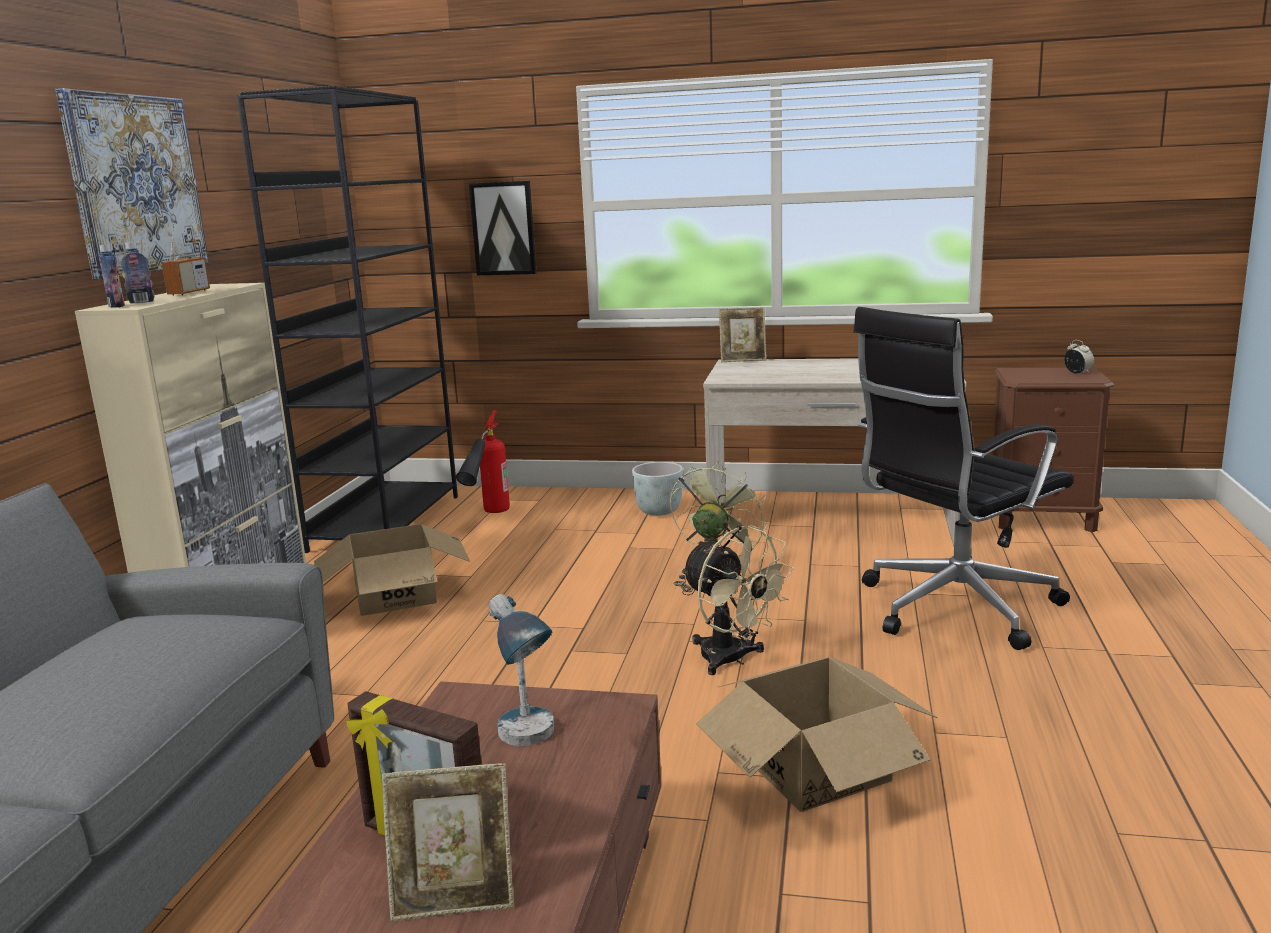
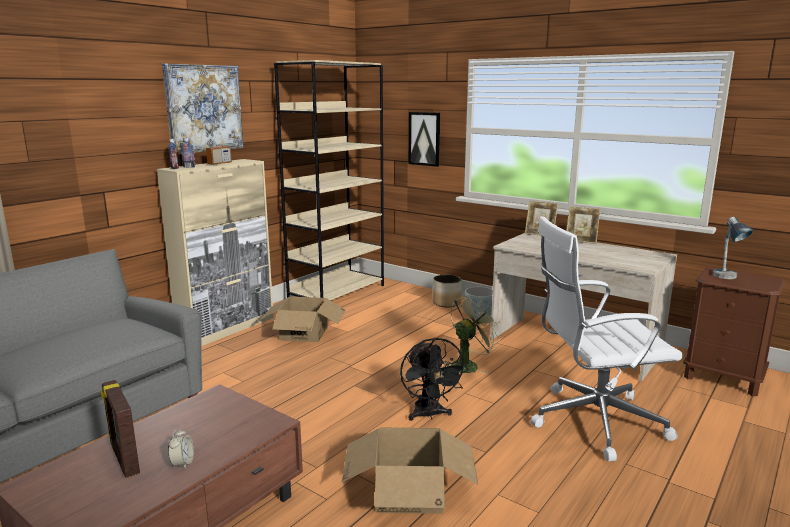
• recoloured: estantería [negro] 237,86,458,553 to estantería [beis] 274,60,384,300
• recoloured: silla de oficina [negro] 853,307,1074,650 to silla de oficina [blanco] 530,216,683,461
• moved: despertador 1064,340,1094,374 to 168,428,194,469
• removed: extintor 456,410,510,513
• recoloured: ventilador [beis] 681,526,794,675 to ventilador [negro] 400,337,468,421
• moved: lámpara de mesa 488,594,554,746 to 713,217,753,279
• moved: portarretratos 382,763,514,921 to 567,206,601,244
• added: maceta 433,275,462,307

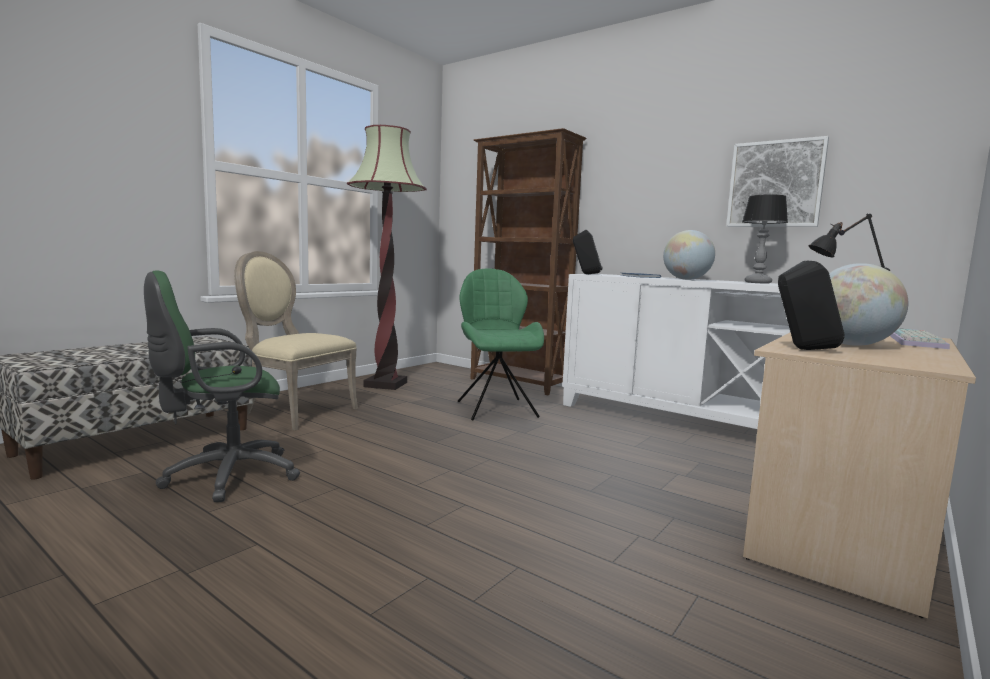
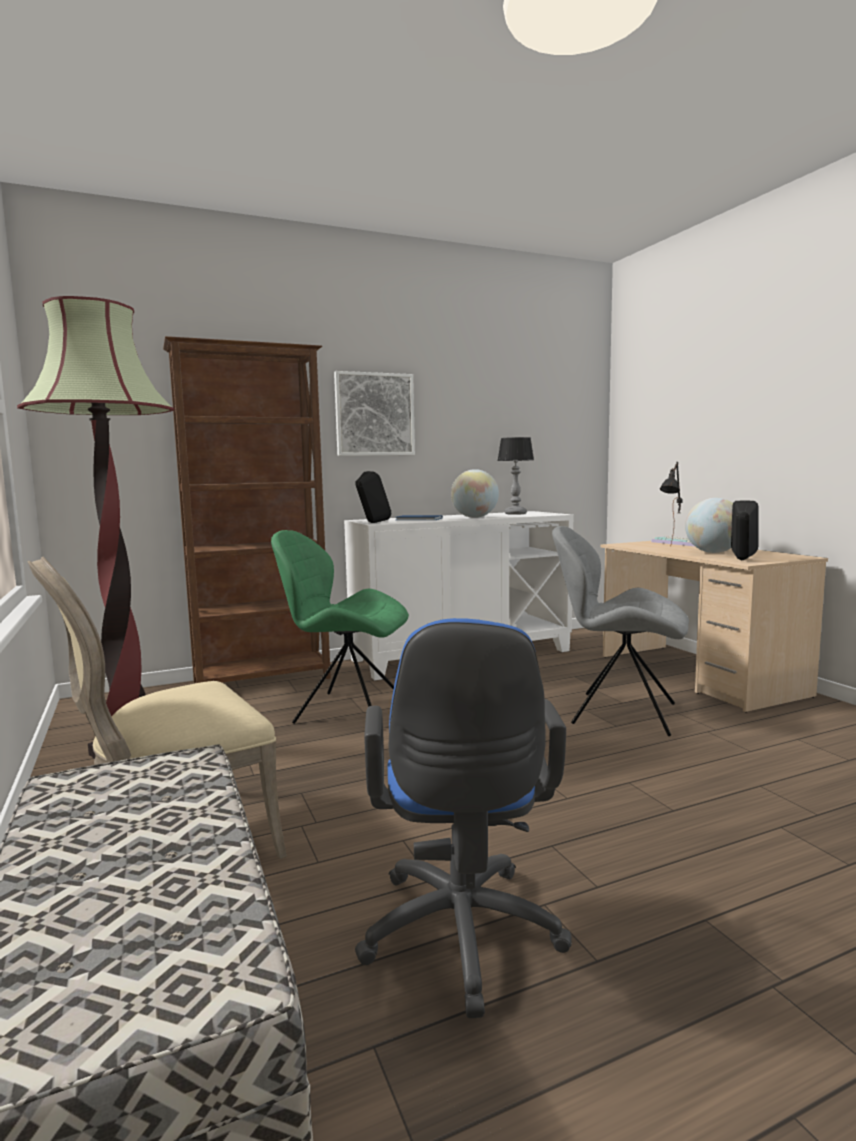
• moved: cuadro 726,136,829,227 to 334,371,415,456
• recoloured: silla de oficina [verde] 144,270,300,502 to silla de oficina [azul] 355,618,572,1018
• added: silla [gris] 552,526,689,736

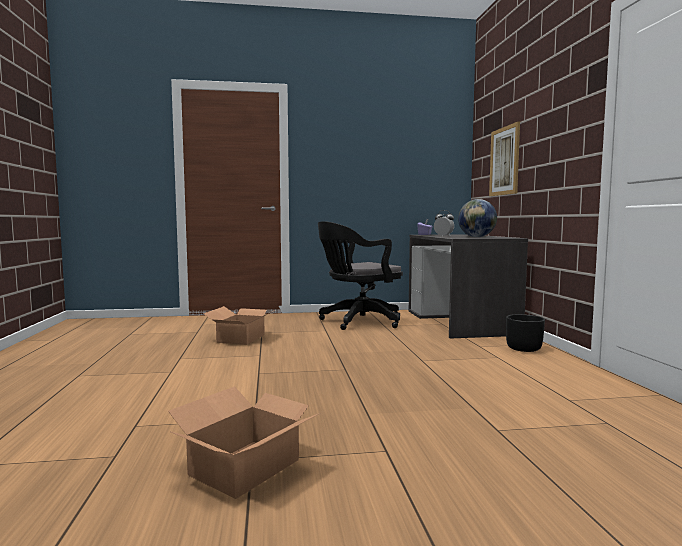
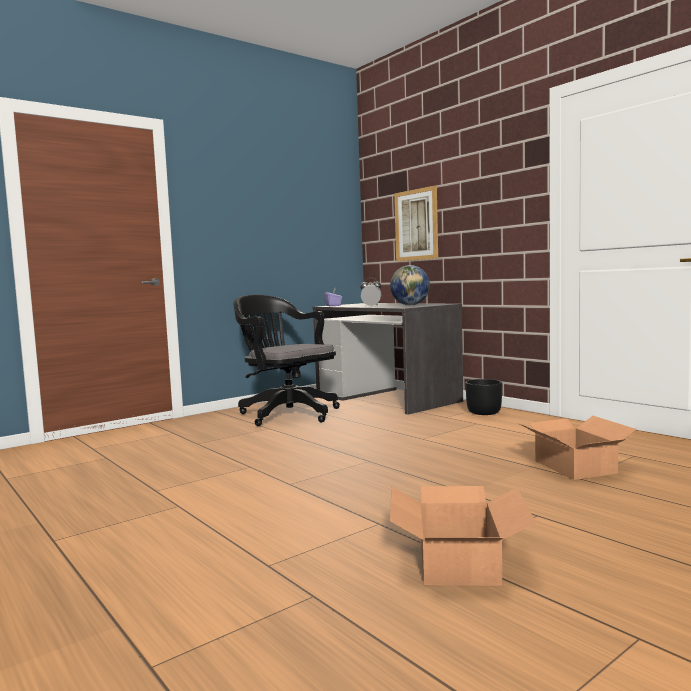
• turned: silla de oficina [negro] 318,221,403,330 = 234,295,340,426 105 degrees clockwise
• moved: caja de cartón 204,306,277,345 to 518,416,636,480

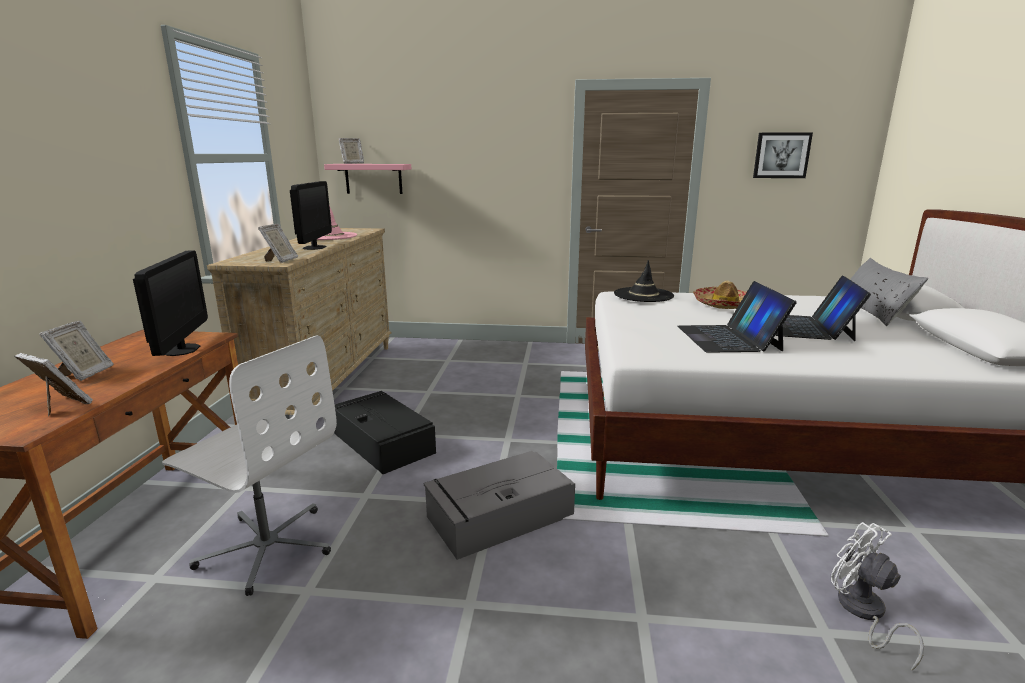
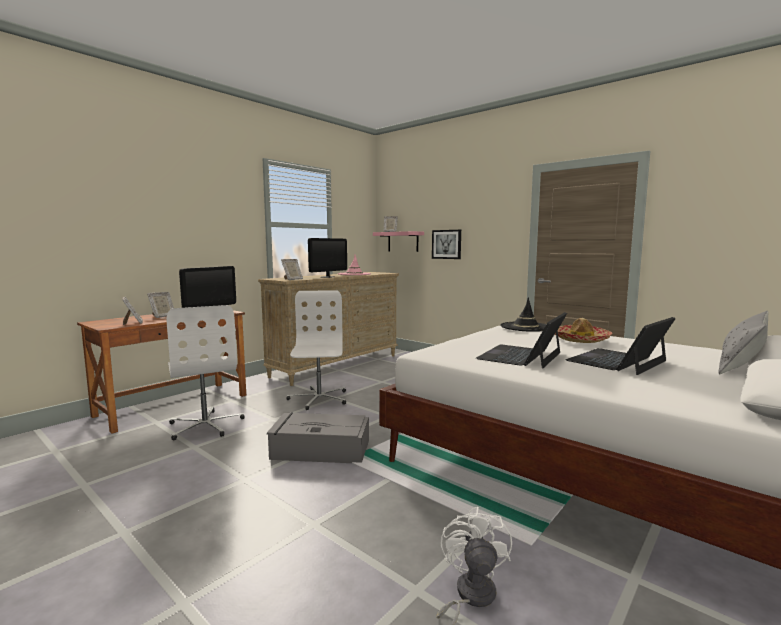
• moved: cuadro 753,132,813,178 to 432,230,461,259
• replaced: caja de almacenaje [negro] 334,391,436,474 to silla de oficina [blanco] 286,290,346,410

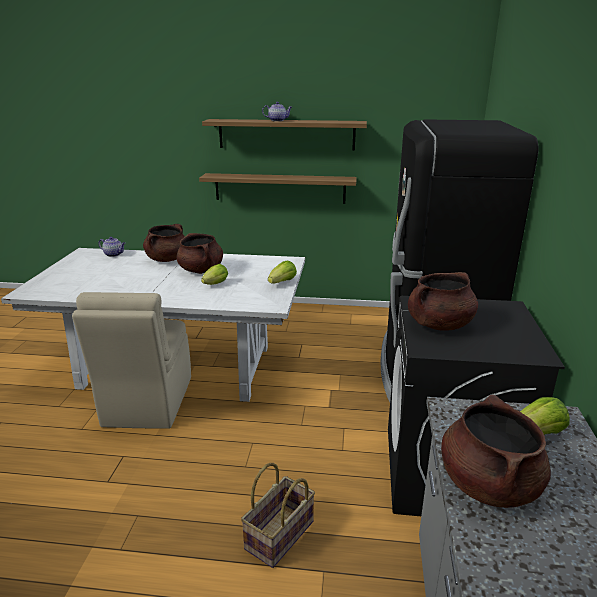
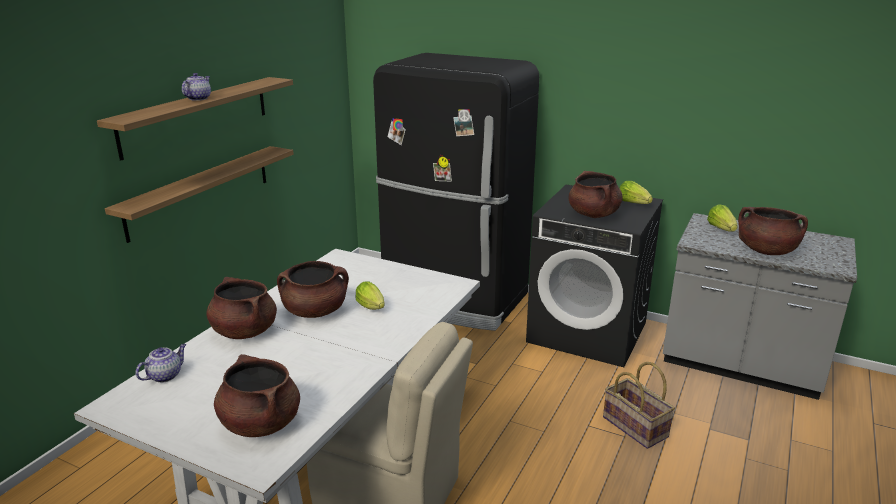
• moved: lechuga 268,261,297,284 to 620,181,653,204
• added: olla [marrón] 214,354,300,437

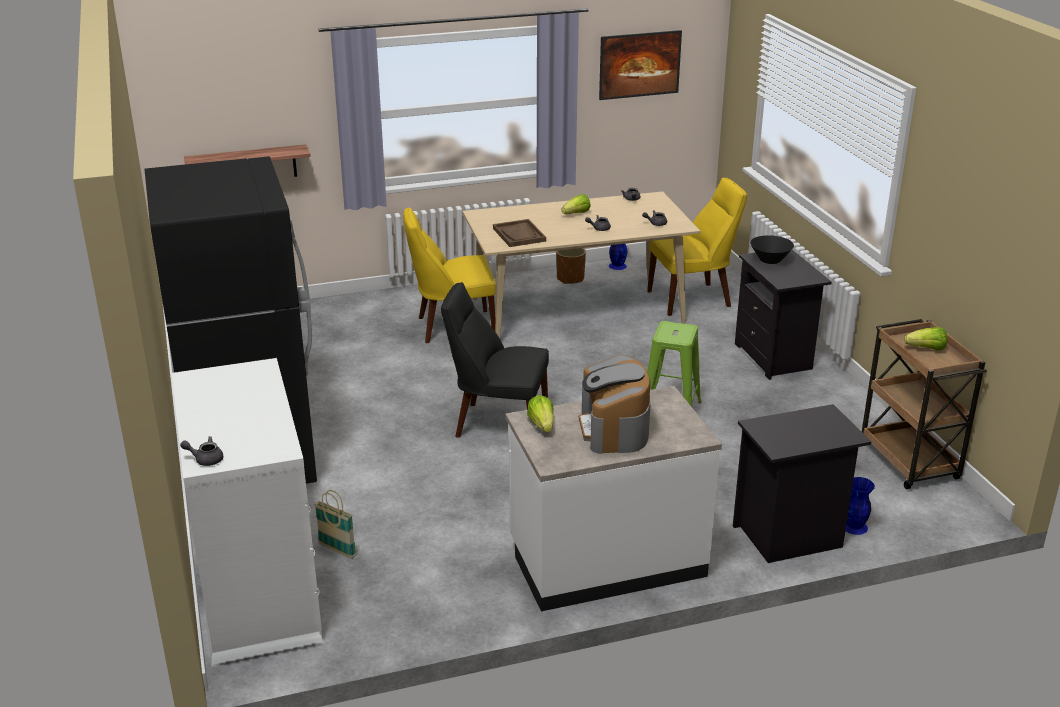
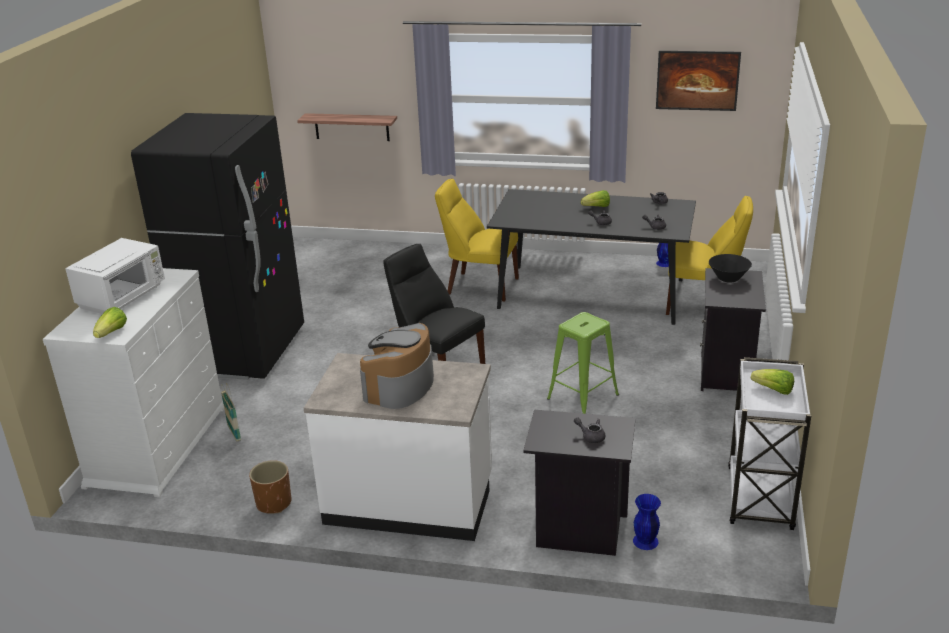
• recoloured: mesa de comedor [beis] 462,191,701,338 to mesa de comedor [negro] 487,189,696,325
• removed: bandeja [marrón] 493,219,546,247
• moved: maceta [marrón] 556,248,586,284 to 249,460,291,514
• recoloured: carrito [marrón] 862,319,987,489 to carrito [blanco] 728,357,811,530
• moved: lechuga 527,395,554,432 to 93,307,127,338
• moved: tetera [gris] 180,436,223,466 to 574,417,605,443
• added: microondas [blanco] 65,238,165,314

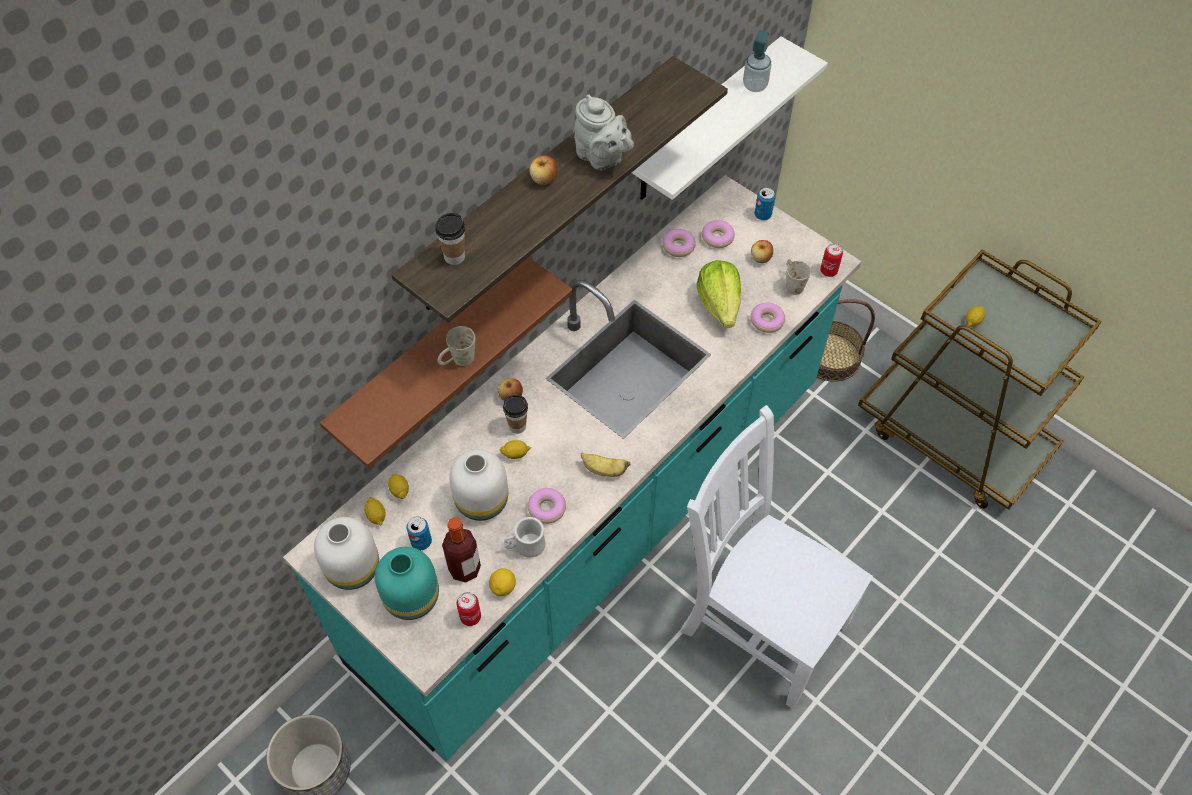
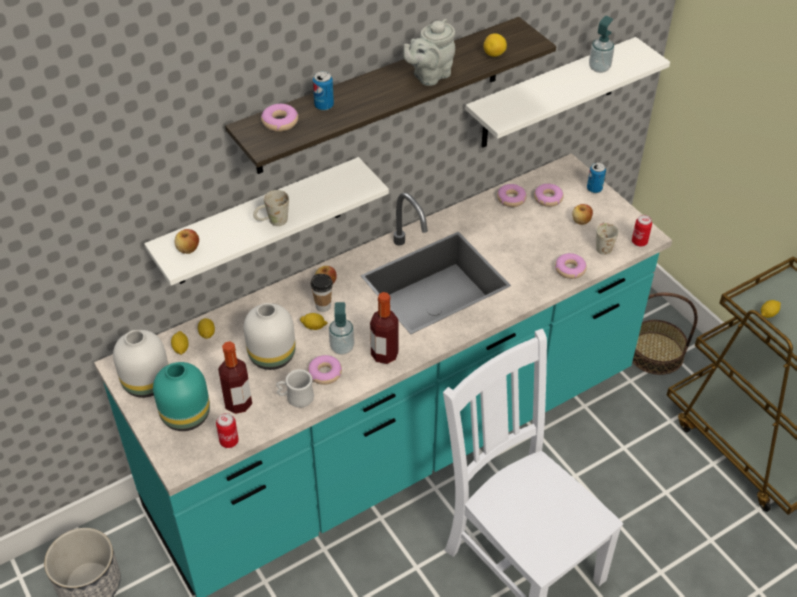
• turned: tetera [gris] 574,94,634,170 = 404,19,455,86 75 degrees clockwise
• moved: manzana 529,156,557,185 to 175,229,199,254
• replaced: taza 435,213,465,265 to rosquilla 261,104,298,132
• recoloured: estante [marrón] 320,257,573,469 to estante [blanco] 144,157,389,286
• removed: lechuga 697,260,741,328
• replaced: plátano 581,453,630,477 to botella 370,292,399,364
• moved: lata 406,516,432,550 to 313,71,334,111
• moved: limón 489,568,516,596 to 484,33,507,57
• added: dispensador de jabón 329,302,354,355

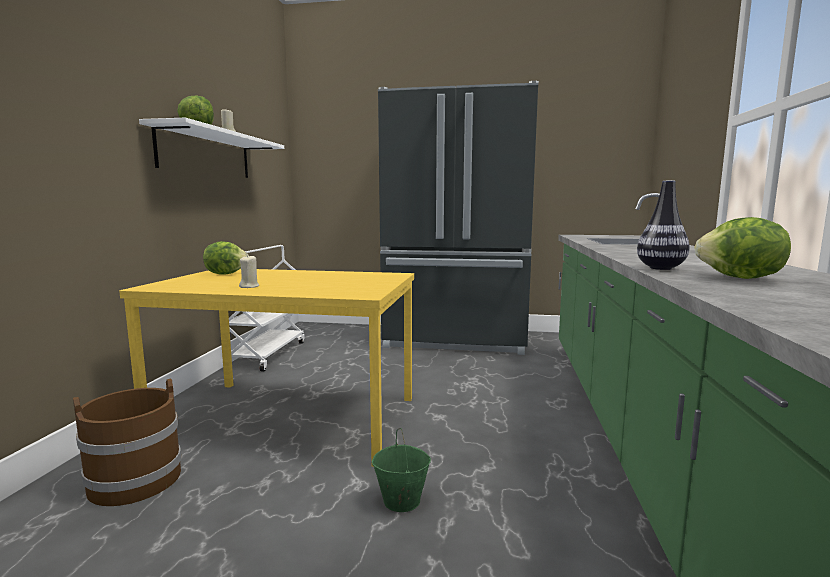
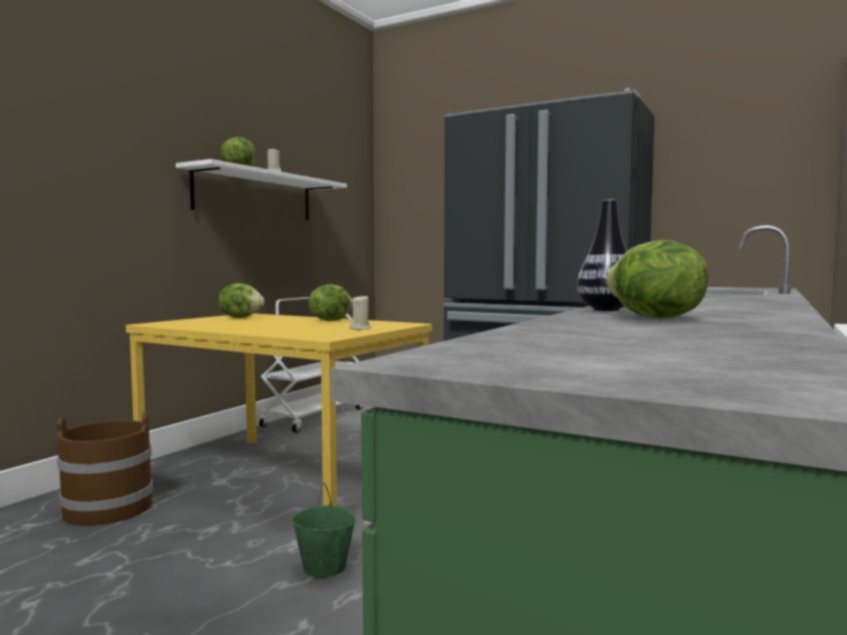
• moved: vela [beis] 239,255,259,288 to 350,294,371,330
• added: lechuga 309,284,353,321

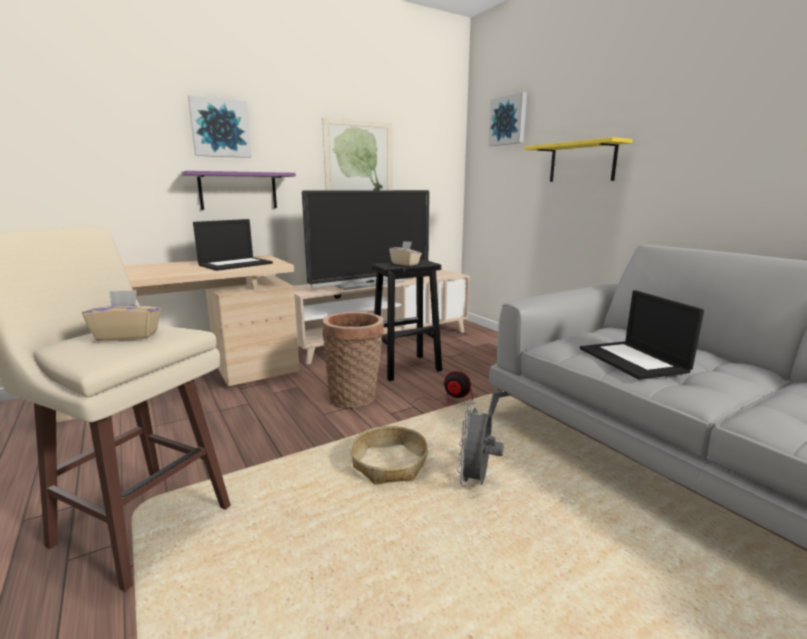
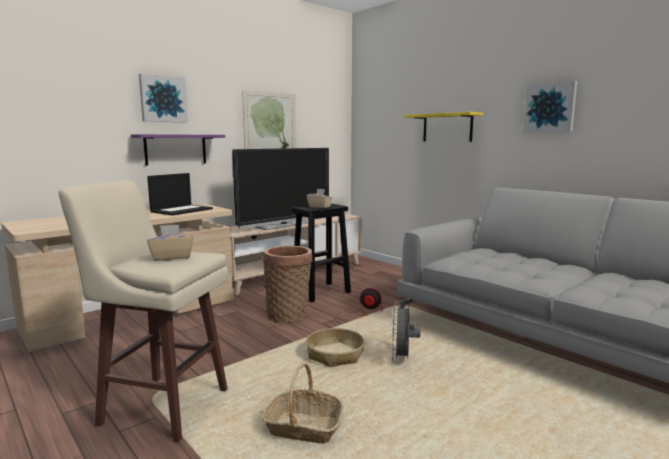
• moved: cuadro 488,92,527,146 to 523,81,578,132
• removed: portátil 580,290,704,380
• added: cesta 262,363,344,444

